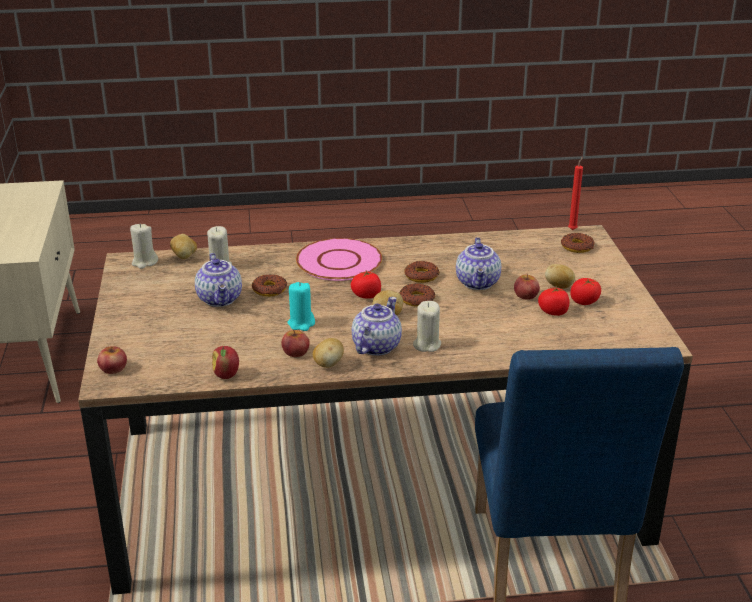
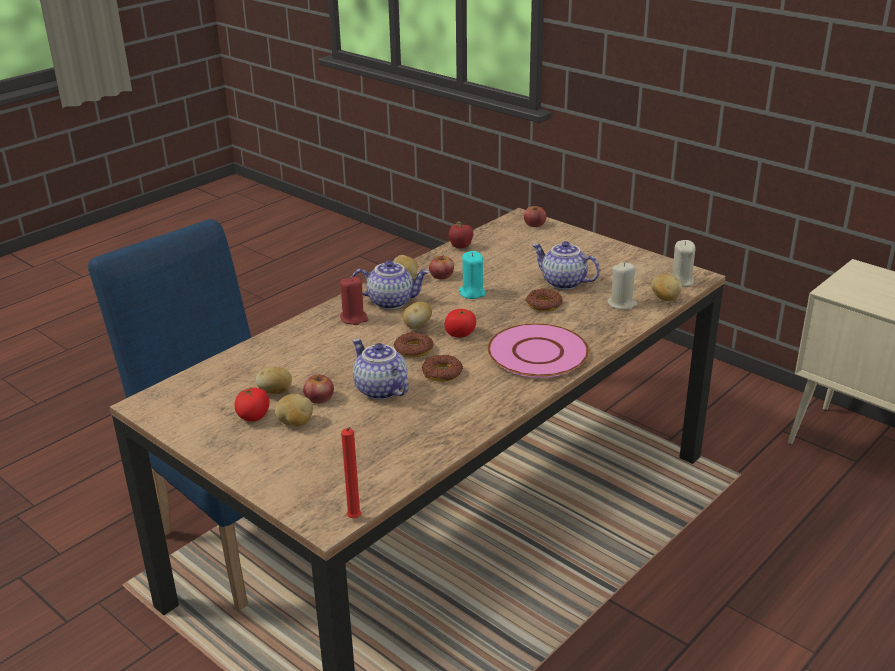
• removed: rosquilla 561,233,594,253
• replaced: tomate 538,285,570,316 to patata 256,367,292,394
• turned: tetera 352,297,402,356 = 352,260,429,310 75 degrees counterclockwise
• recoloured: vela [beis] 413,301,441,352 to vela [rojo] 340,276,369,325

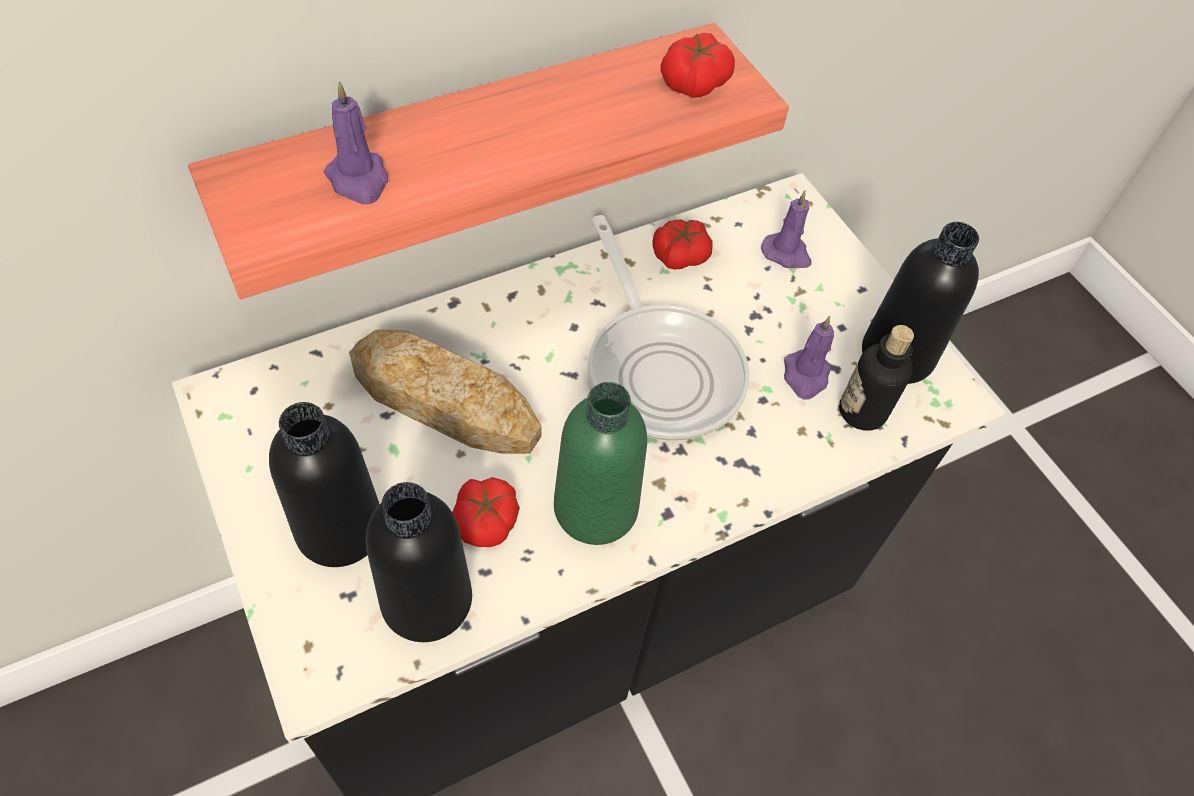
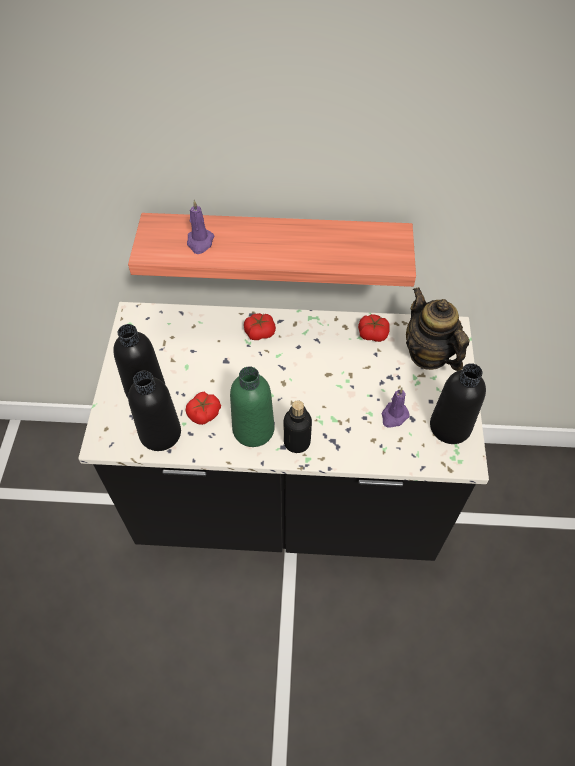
• moved: tomate 661,33,735,98 to 244,313,276,340
• replaced: vela [morado] 761,190,811,268 to tetera 406,287,469,371
• removed: sartén 588,215,750,441
• moved: botella 839,325,914,430 to 284,400,312,453
• removed: pan 349,330,542,454

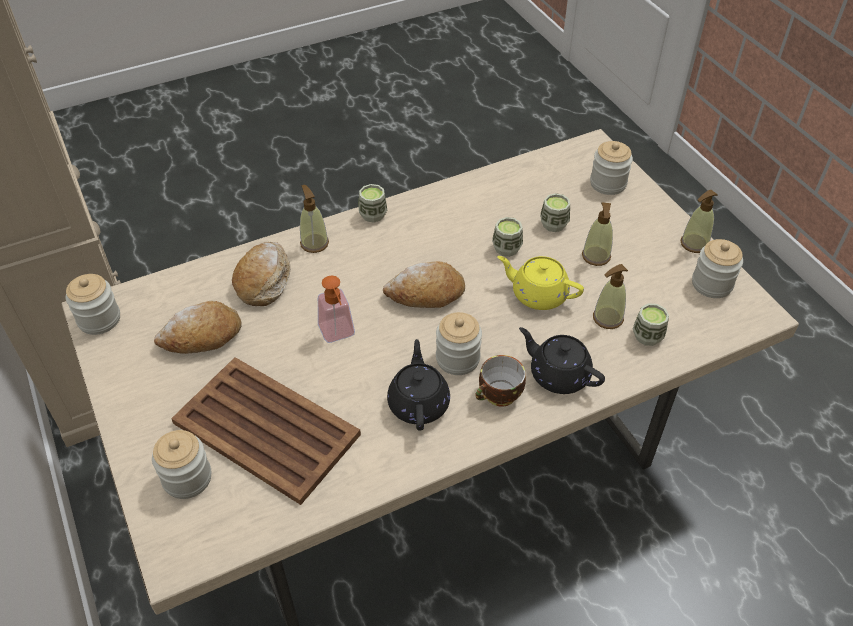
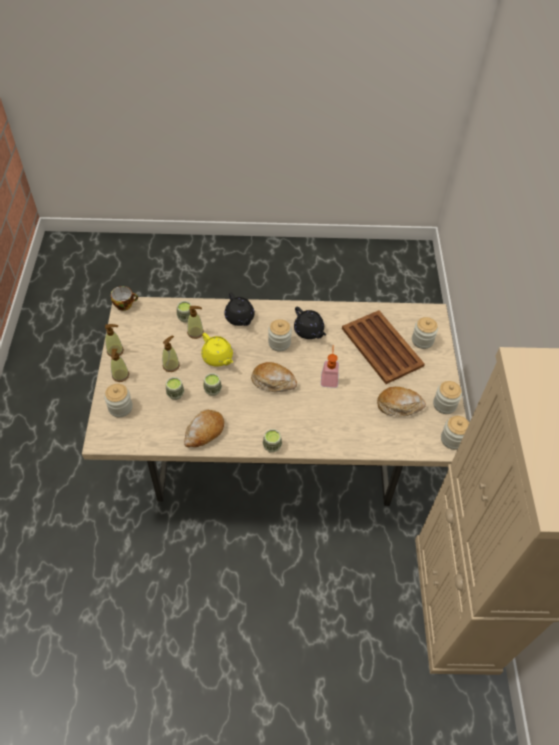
• moved: dispensador de jabón 300,185,329,253 to 111,349,129,382
• moved: tarro 692,239,743,298 to 433,381,462,414
• moved: pan 232,242,290,306 to 184,410,224,447
• turned: tetera [negro] 387,339,450,431 = 294,307,326,339 60 degrees counterclockwise
• moved: taza 475,355,526,407 to 111,286,138,311

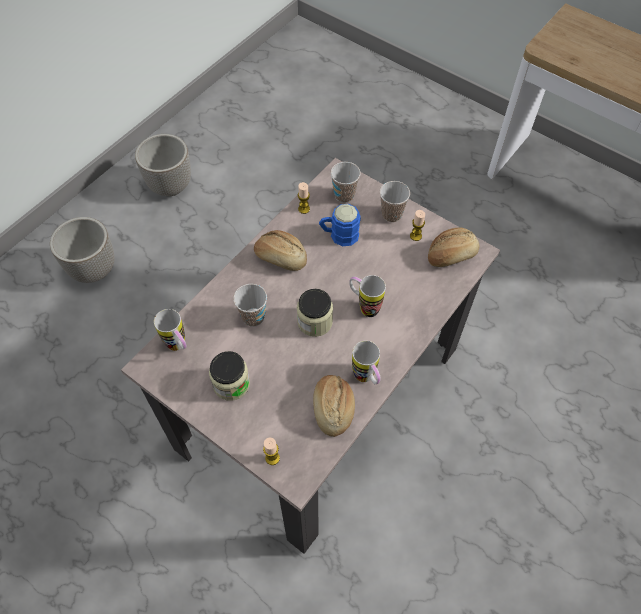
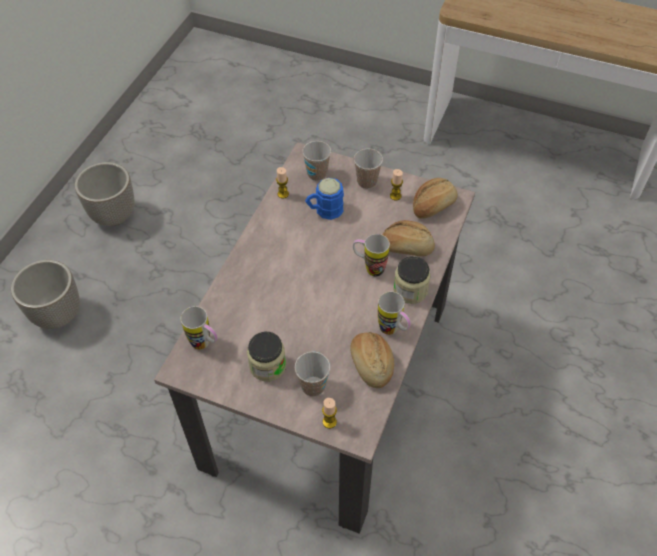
• moved: pan 254,230,307,271 to 382,220,435,256
• moved: taza 233,284,267,327 to 295,351,330,397
• moved: tarro 297,289,333,337 to 393,256,431,304

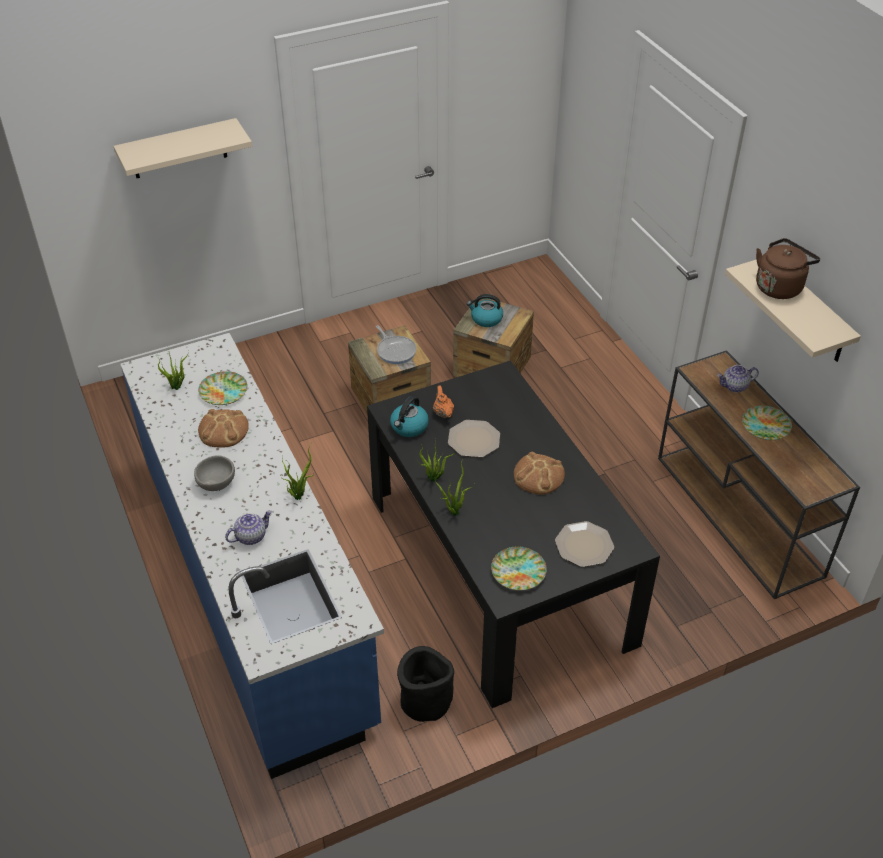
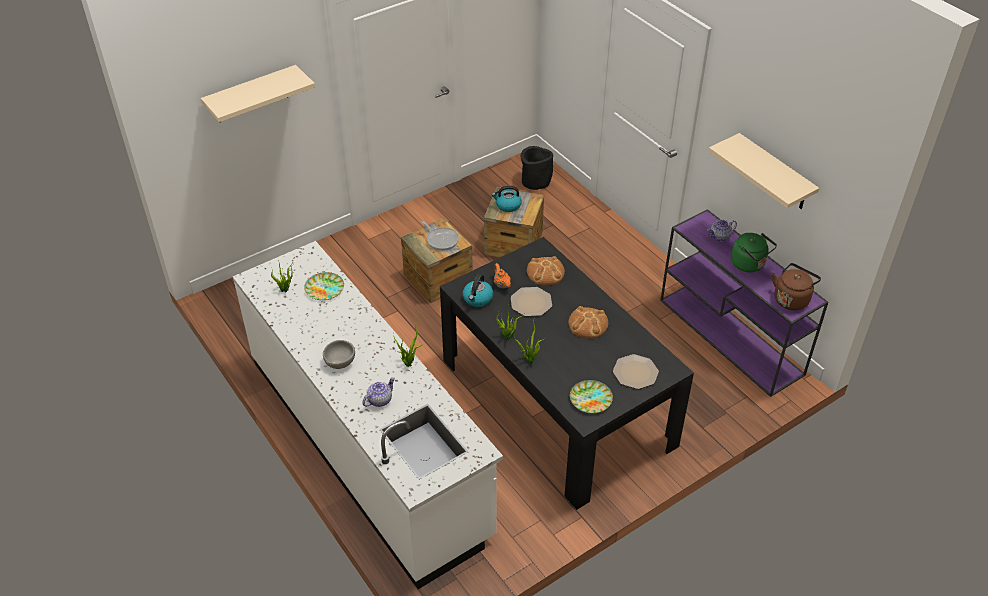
• moved: hervidor [marrón] 756,238,820,299 to 772,263,821,310
• recoloured: mueble bajo de cocina [azul] 120,333,384,779 to mueble bajo de cocina [blanco] 233,241,503,589
• recoloured: mesa consola [marrón] 658,350,860,599 to mesa consola [morado] 660,209,828,397
• replaced: plato 742,405,792,440 to hervidor [verde] 731,233,777,272
• moved: pan 198,409,249,448 to 527,256,565,285
• moved: maceta [negro] 397,646,454,722 to 521,146,553,190

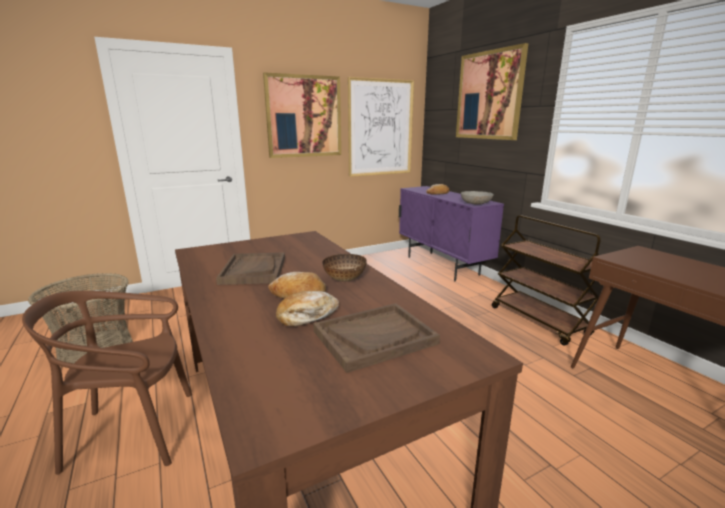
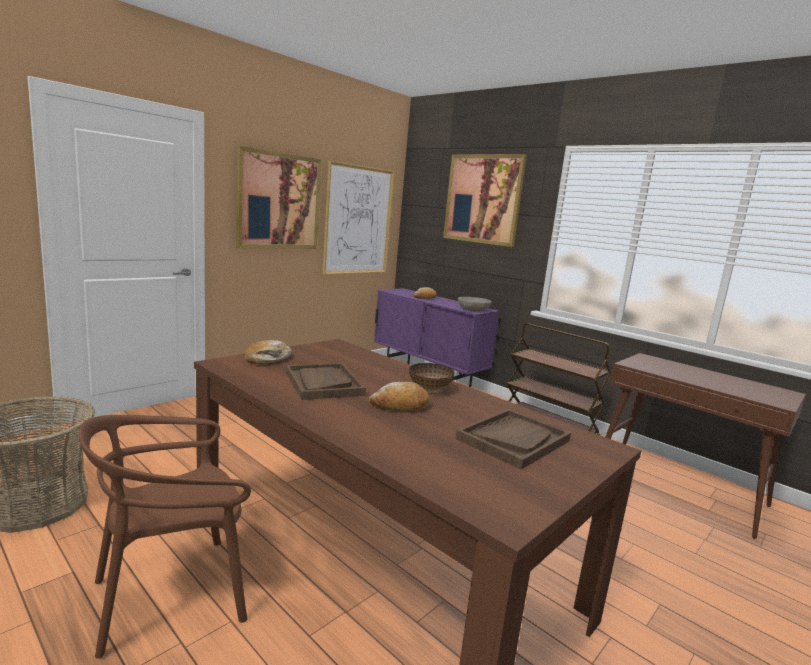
• moved: pan 276,291,339,326 to 245,340,292,364

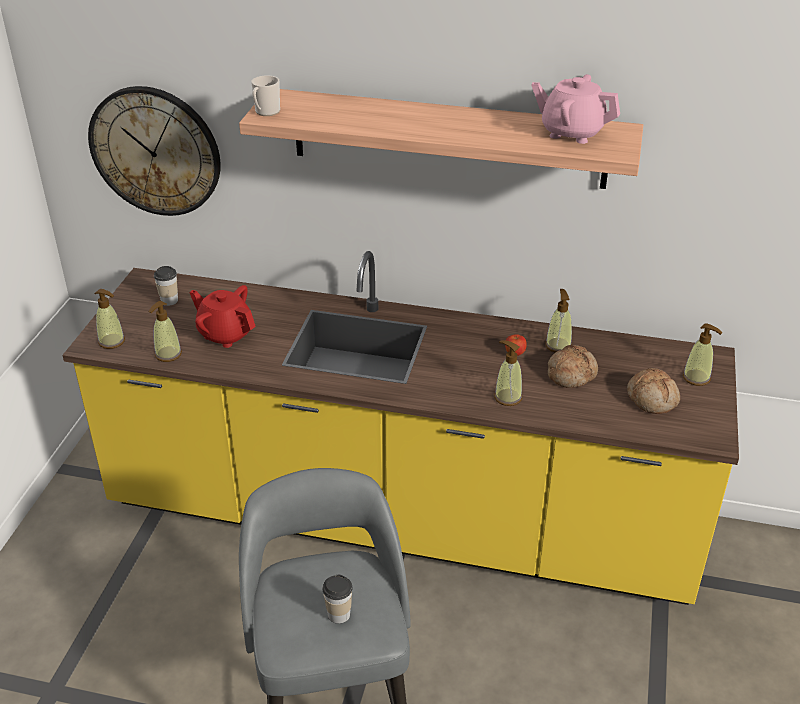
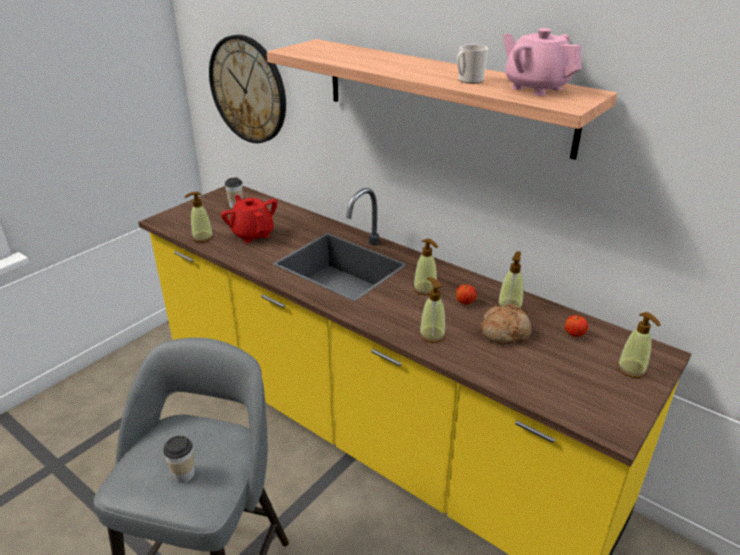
• moved: taza grande 251,75,280,116 to 457,45,488,84
• moved: dispensador de jabón 94,289,125,349 to 413,239,438,295
• removed: pan 627,368,680,414
• added: manzana 565,315,588,337

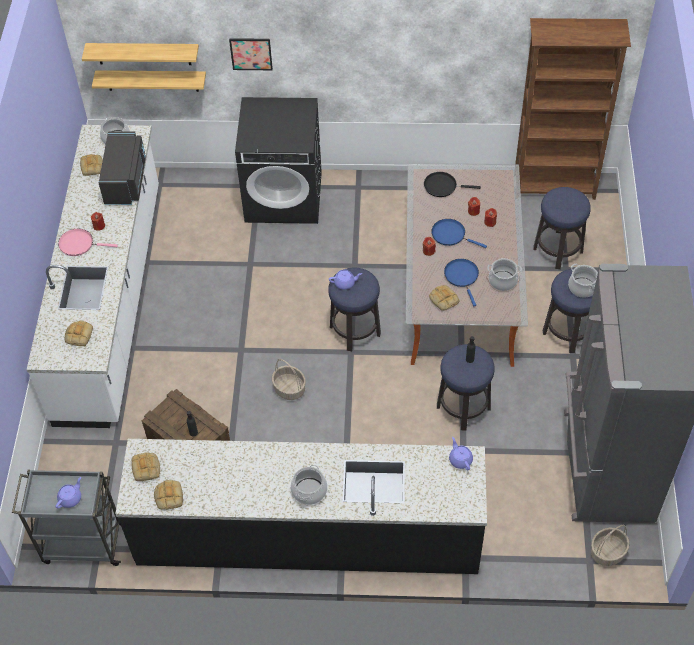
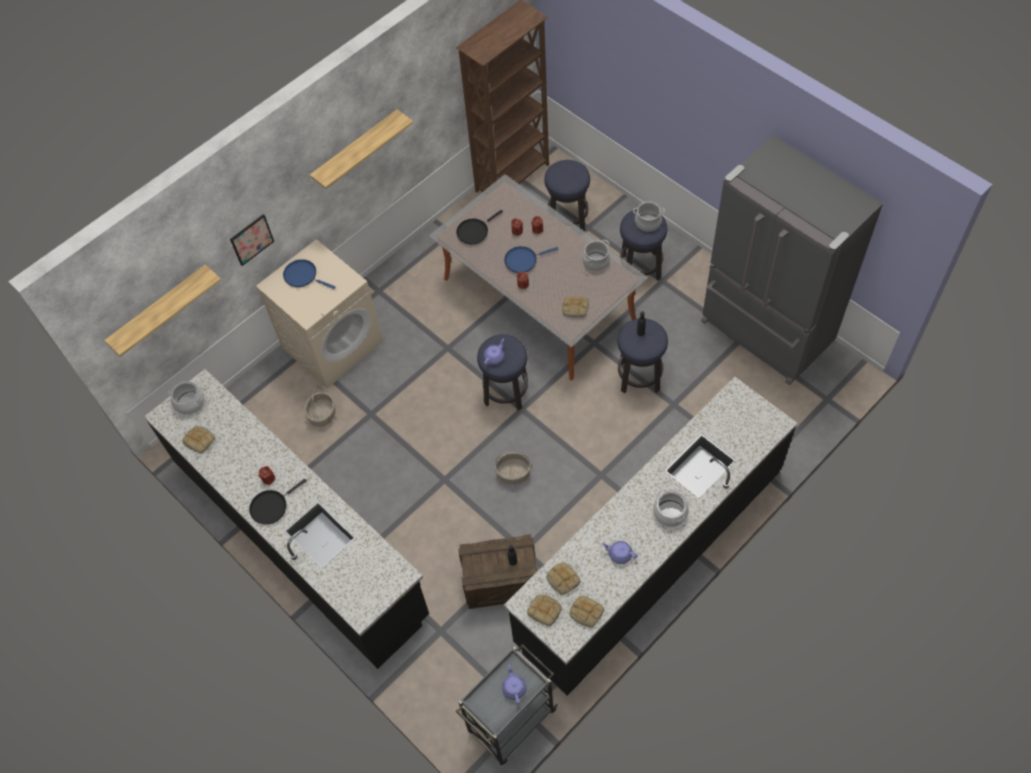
• moved: estante 92,70,206,92 to 310,109,413,189
• recoloured: lavadora [negro] 235,97,322,224 to lavadora [beis] 256,239,383,388
• recoloured: mueble bajo de cocina [blanco] 27,125,159,428 to mueble bajo de cocina [negro] 144,369,429,669
• removed: microondas [negro] 99,132,146,205
• recoloured: sartén [rosa] 58,229,118,256 to sartén [negro] 249,479,306,525
• moved: sartén [azul] 444,259,479,306 to 283,259,335,289
• moved: pan 65,320,93,346 to 546,562,581,595
• moved: tetera [morado] 449,437,473,470 to 602,541,638,564
• moved: cesta 591,525,630,566 to 304,386,336,427

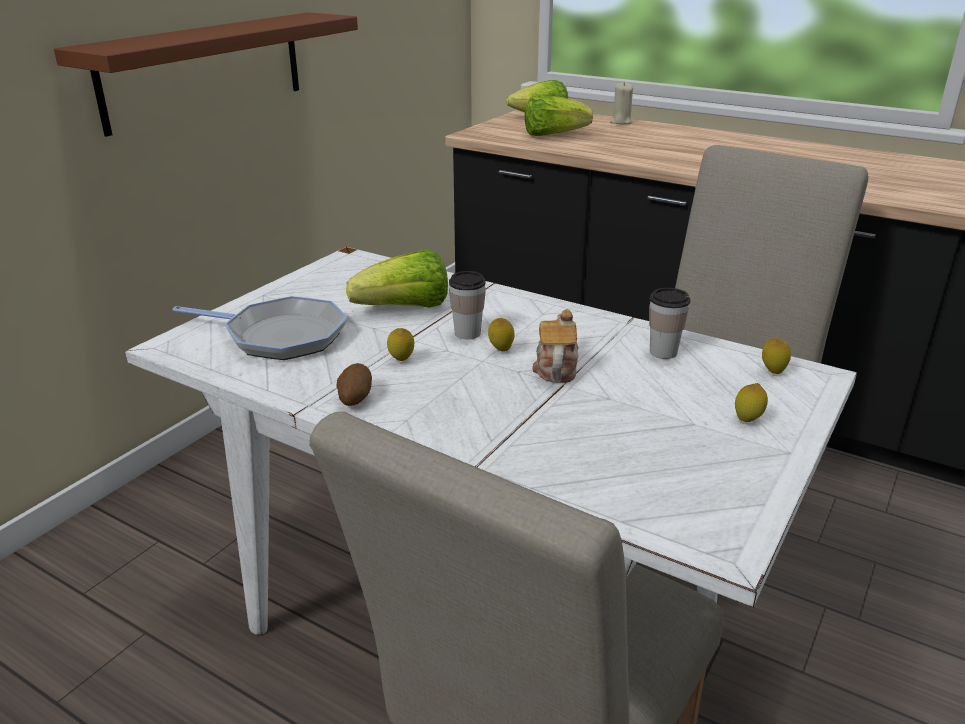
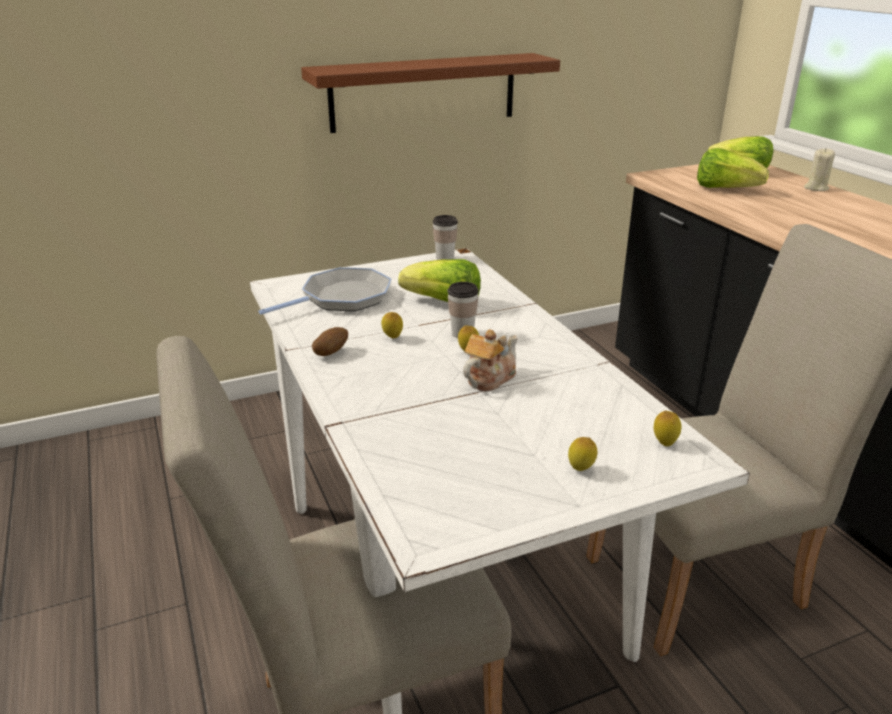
• moved: taza 649,288,691,359 to 433,215,458,260
• turned: sartén 172,296,348,360 = 258,267,391,315 90 degrees counterclockwise

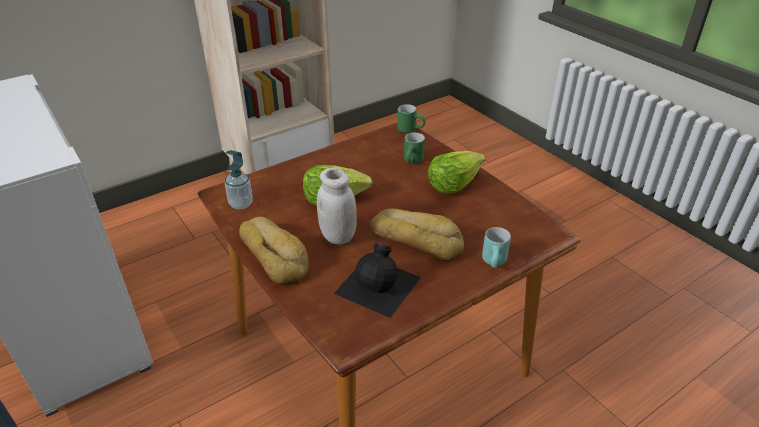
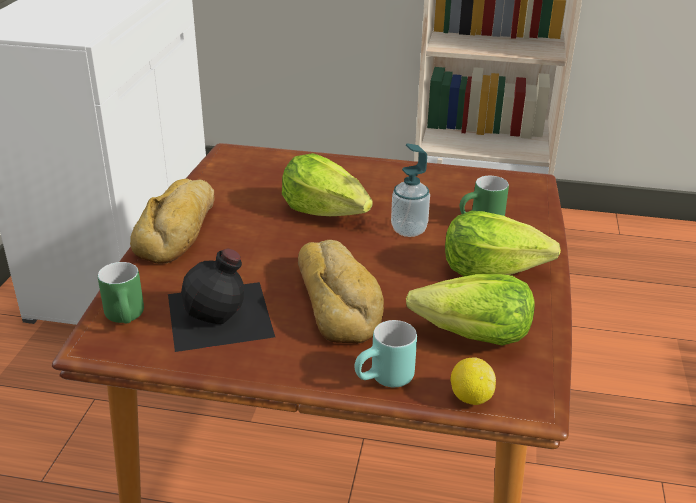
• moved: taza grande [verde] 397,104,425,133 to 98,262,144,323
• moved: dispensador de jabón 225,150,253,209 to 391,143,430,237
• removed: tarro [blanco] 317,168,357,244
• added: lechuga 406,274,535,346
• added: limón 450,357,496,405

